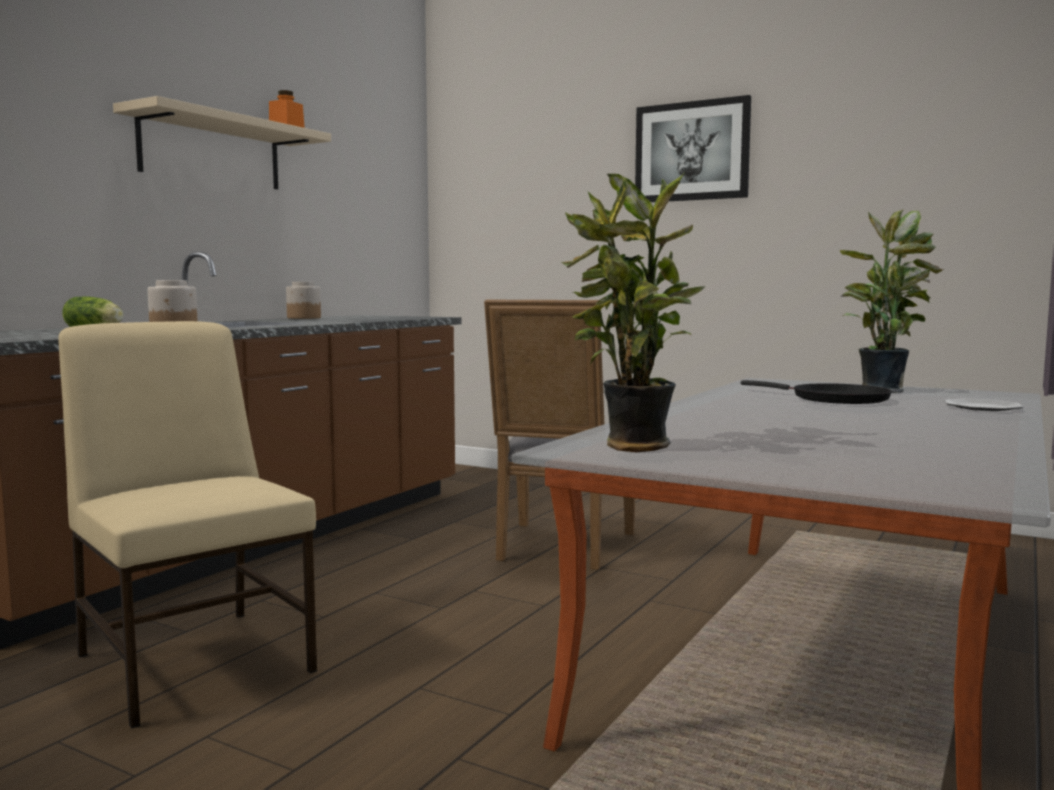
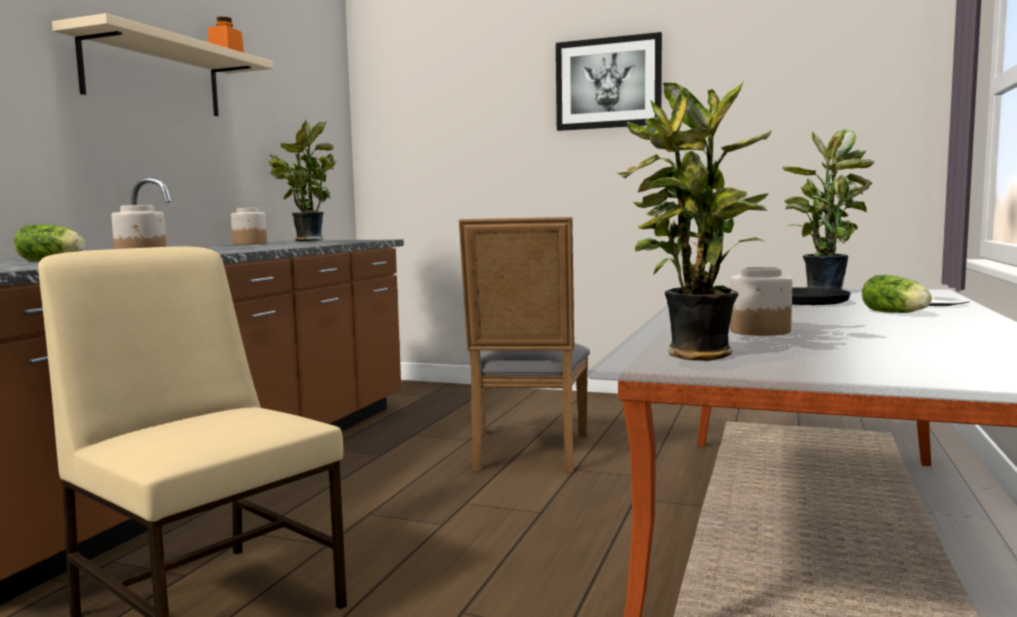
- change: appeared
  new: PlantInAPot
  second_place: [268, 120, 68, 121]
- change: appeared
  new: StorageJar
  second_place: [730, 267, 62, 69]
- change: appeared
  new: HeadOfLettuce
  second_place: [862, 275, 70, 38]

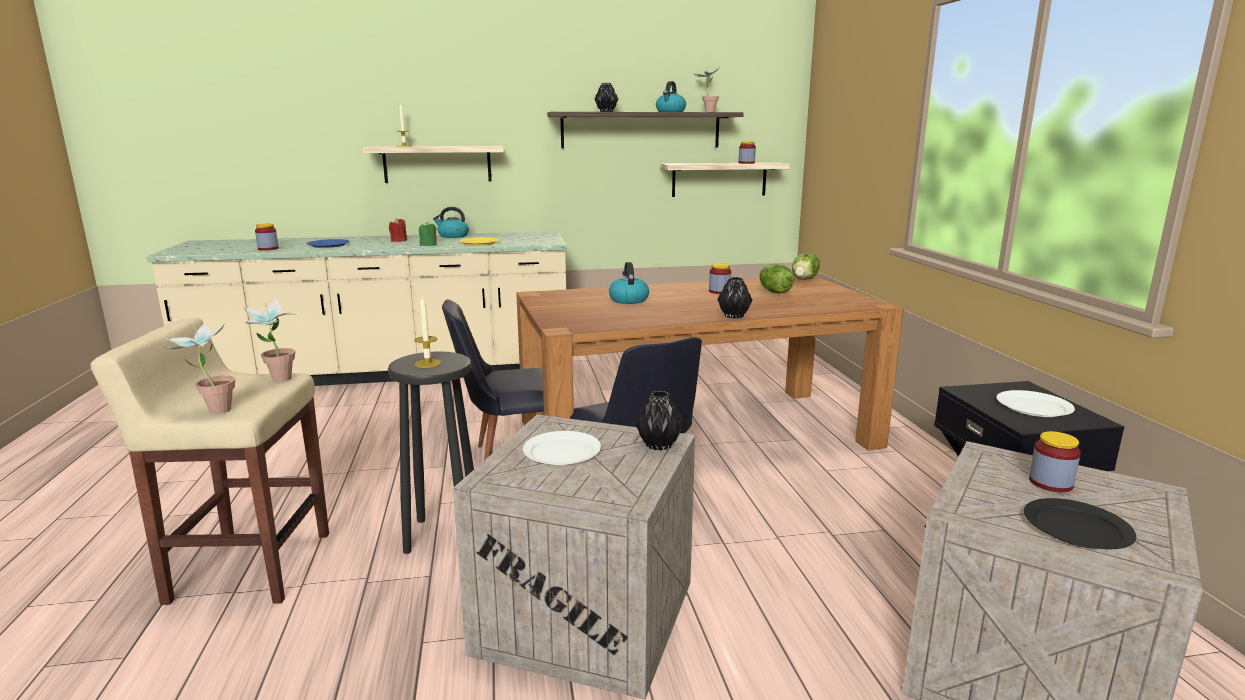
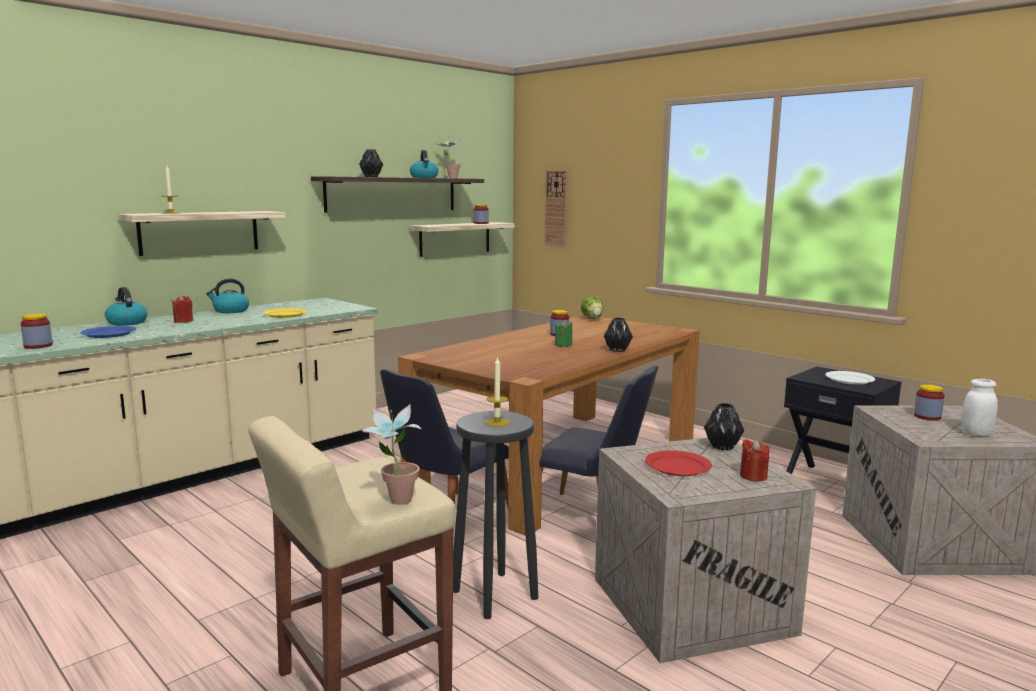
- change: missing
  old: PlantInAPot
  first_place: [244, 298, 53, 84]
- change: missing
  old: HeadOfLettuce
  first_place: [759, 264, 35, 29]
- change: appeared
  new: ClockOnTheWall
  second_place: [545, 170, 23, 77]
- change: appeared
  new: ReddishCandle
  second_place: [740, 439, 30, 43]
- change: relocated
  old: GreenCandle
  first_place: [419, 222, 18, 24]
  second_place: [555, 320, 17, 27]
- change: relocated
  old: WaterKettle
  first_place: [609, 262, 40, 42]
  second_place: [105, 287, 42, 39]
- change: exchanged
  old: BlackishDinnerPlate
  new: WhiteColouredStorageJar
  first_place: [1024, 498, 112, 51]
  second_place: [961, 379, 37, 57]
- change: colour
  old: WhiteColouredDinnerPlate
  new: ReddishDinnerPlate
  first_place: [523, 431, 78, 34]
  second_place: [645, 450, 67, 26]

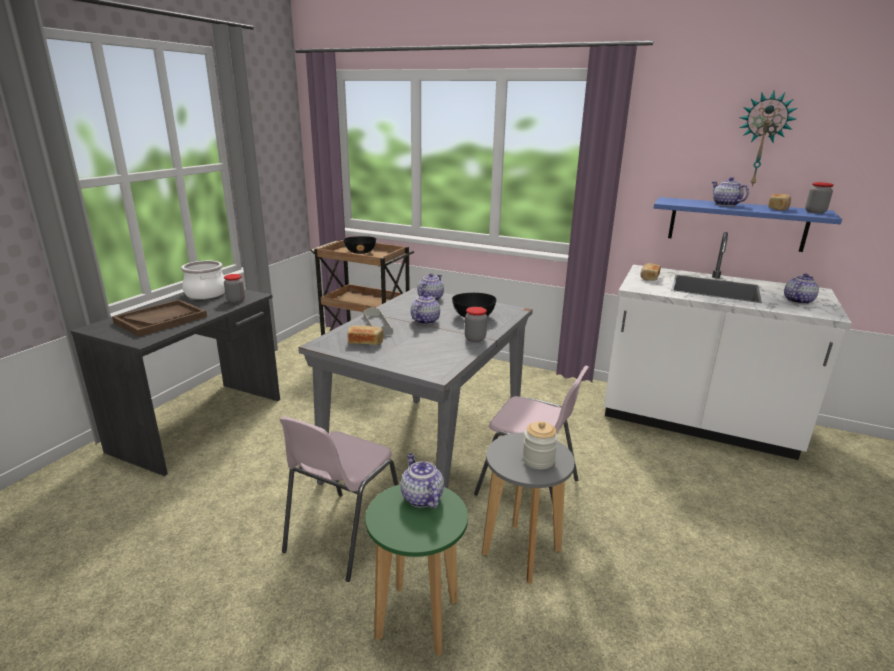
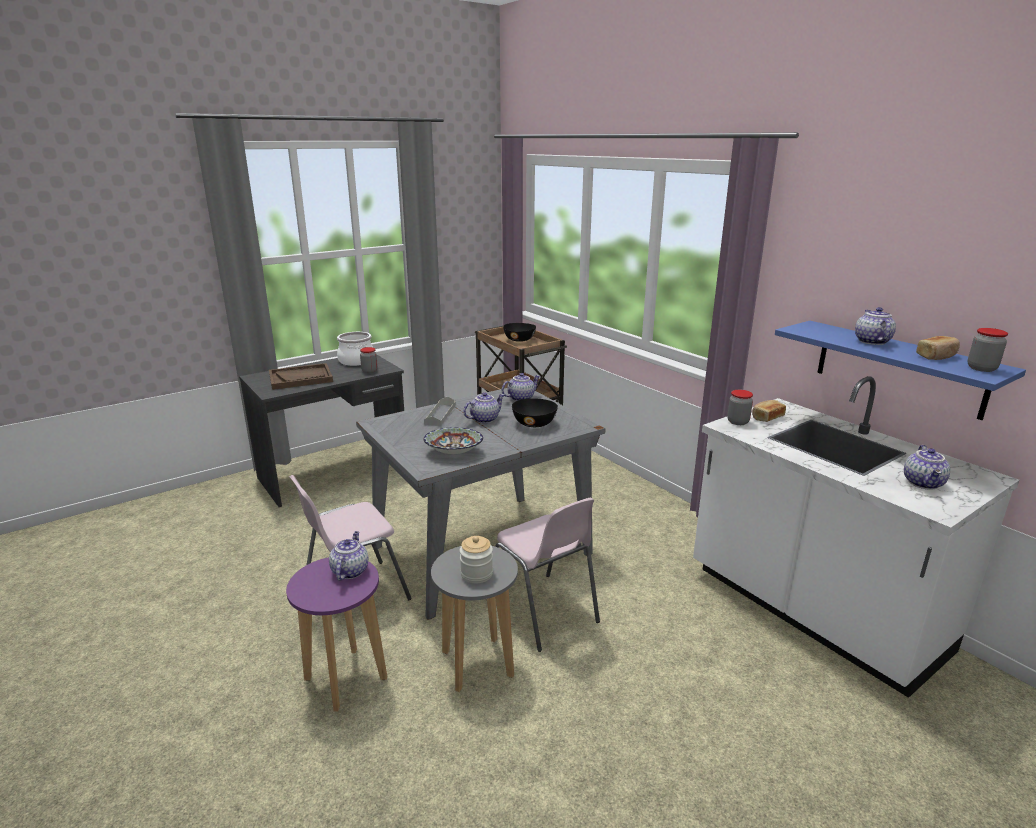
- change: missing
  old: BakedBread
  first_place: [347, 325, 36, 20]
- change: missing
  old: ClockOnTheWall
  first_place: [739, 91, 58, 96]
- change: appeared
  new: Bowl
  second_place: [424, 427, 59, 27]
- change: relocated
  old: StorageJar
  first_place: [465, 307, 22, 35]
  second_place: [727, 390, 26, 35]
- change: colour
  old: GreenStool
  new: PurplishStool
  first_place: [365, 484, 103, 172]
  second_place: [286, 557, 101, 155]
- change: spun
  old: PotForTea
  first_place: [784, 274, 35, 30]
  second_place: [904, 445, 46, 45]
  degrees: 120

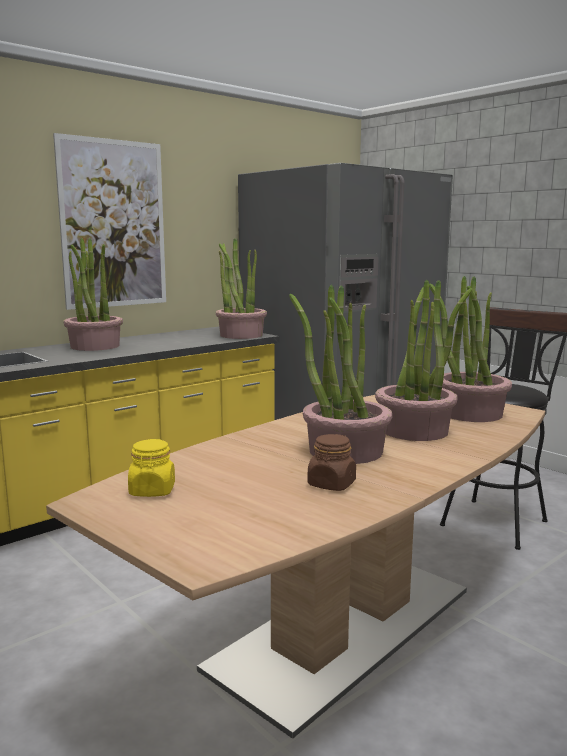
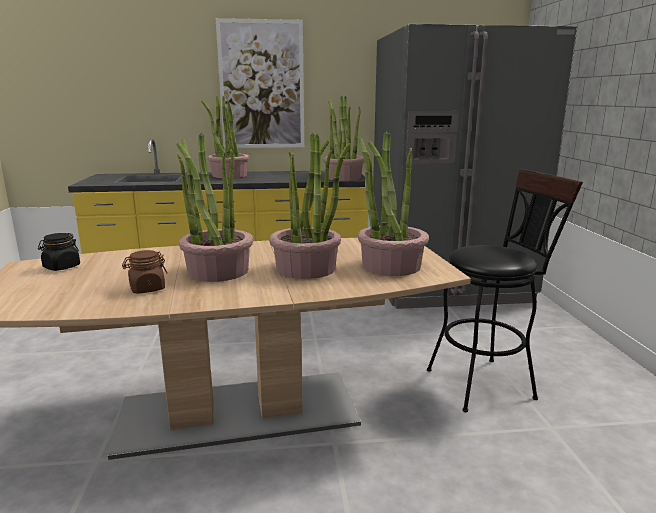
- change: colour
  old: YellowStorageJar
  new: BlackishStorageJar
  first_place: [128, 439, 47, 58]
  second_place: [38, 233, 42, 38]

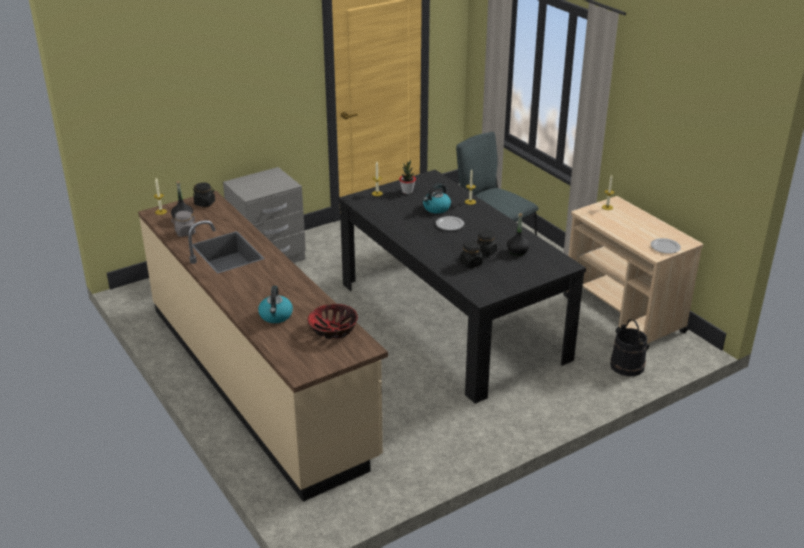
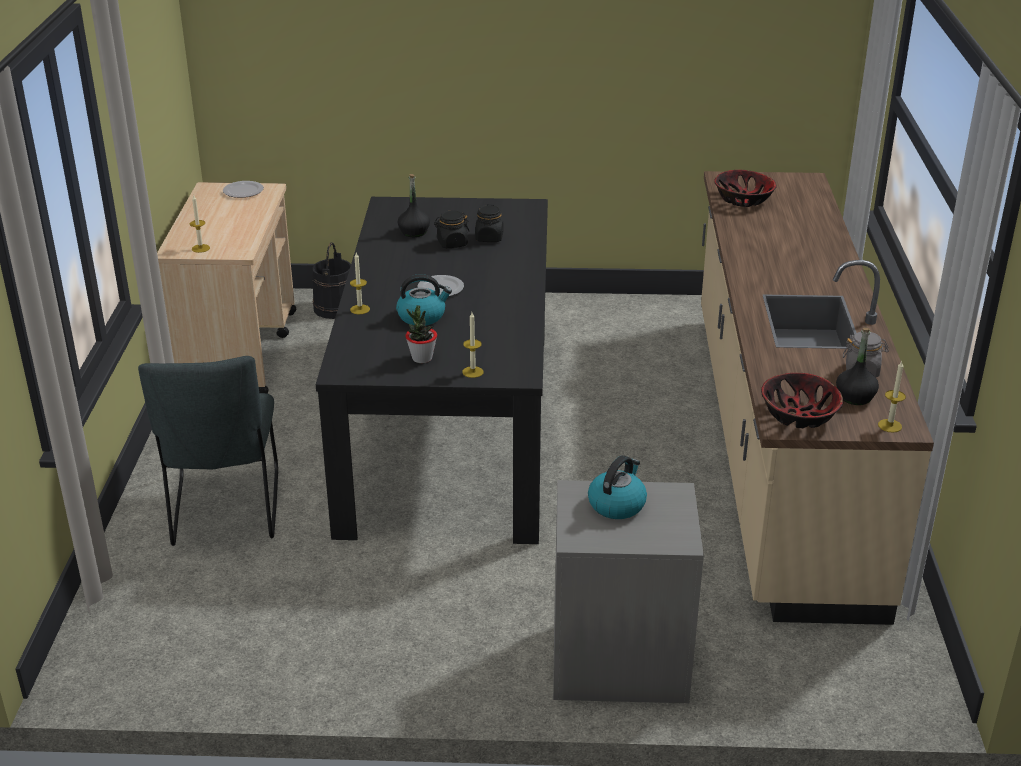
- change: relocated
  old: WaterKettle
  first_place: [258, 286, 35, 37]
  second_place: [588, 455, 59, 64]
- change: exchanged
  old: BlackishStorageJar
  new: Bowl
  first_place: [193, 182, 22, 25]
  second_place: [761, 373, 83, 55]

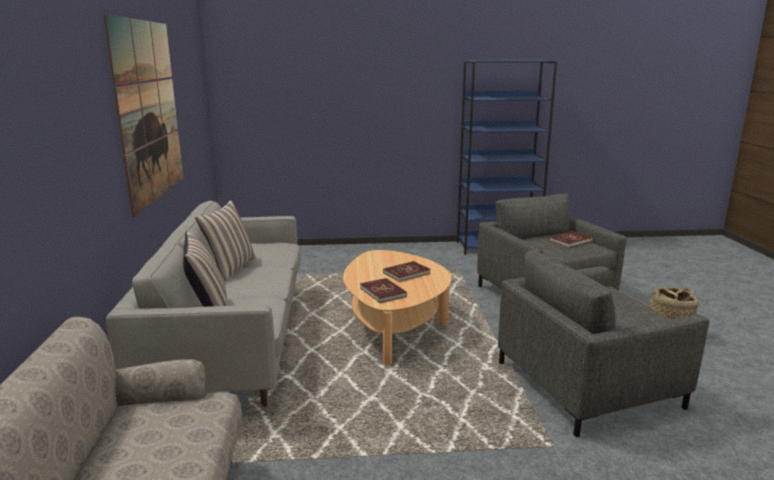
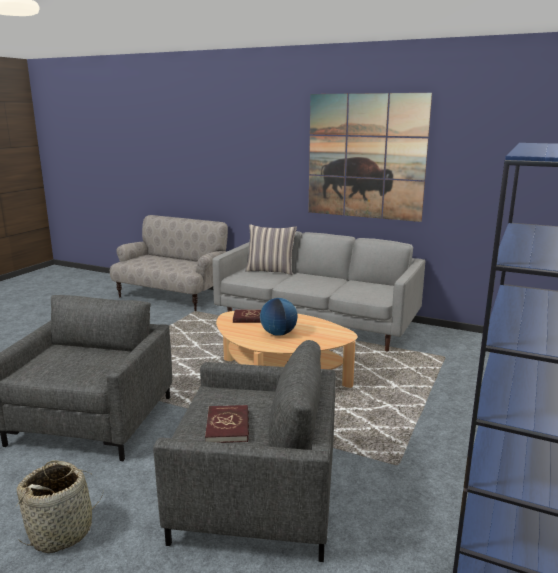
- change: missing
  old: Cushion
  first_place: [195, 200, 61, 81]
- change: exchanged
  old: ReddishVolume
  new: WorldGlobe
  first_place: [383, 261, 48, 21]
  second_place: [260, 298, 37, 38]

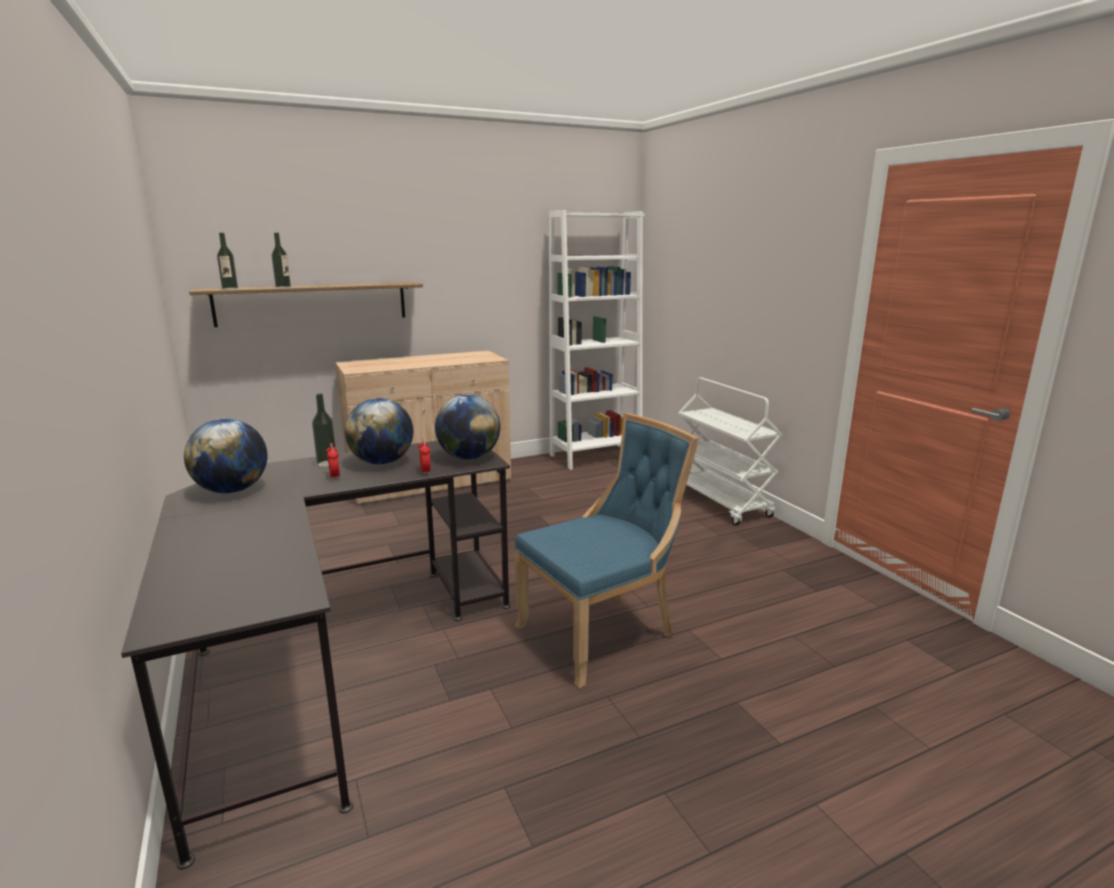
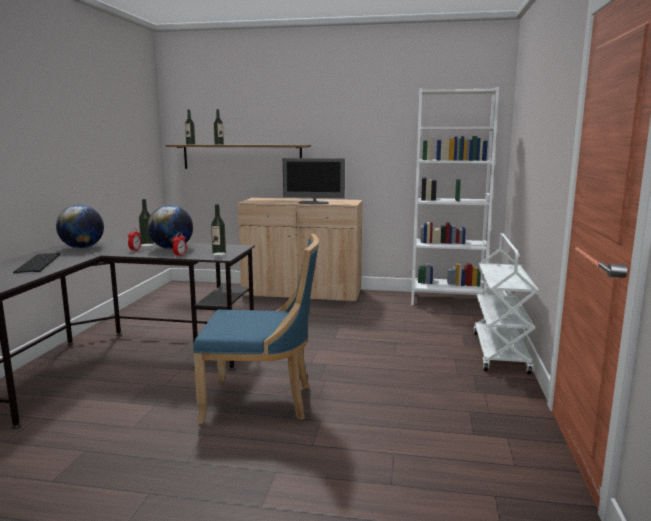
- change: appeared
  new: PcKeyboard
  second_place: [13, 253, 47, 20]
- change: appeared
  new: ComputerScreen
  second_place: [283, 158, 62, 46]
- change: exchanged
  old: WorldGlobe
  new: BeverageBottle
  first_place: [435, 395, 65, 65]
  second_place: [211, 204, 15, 51]

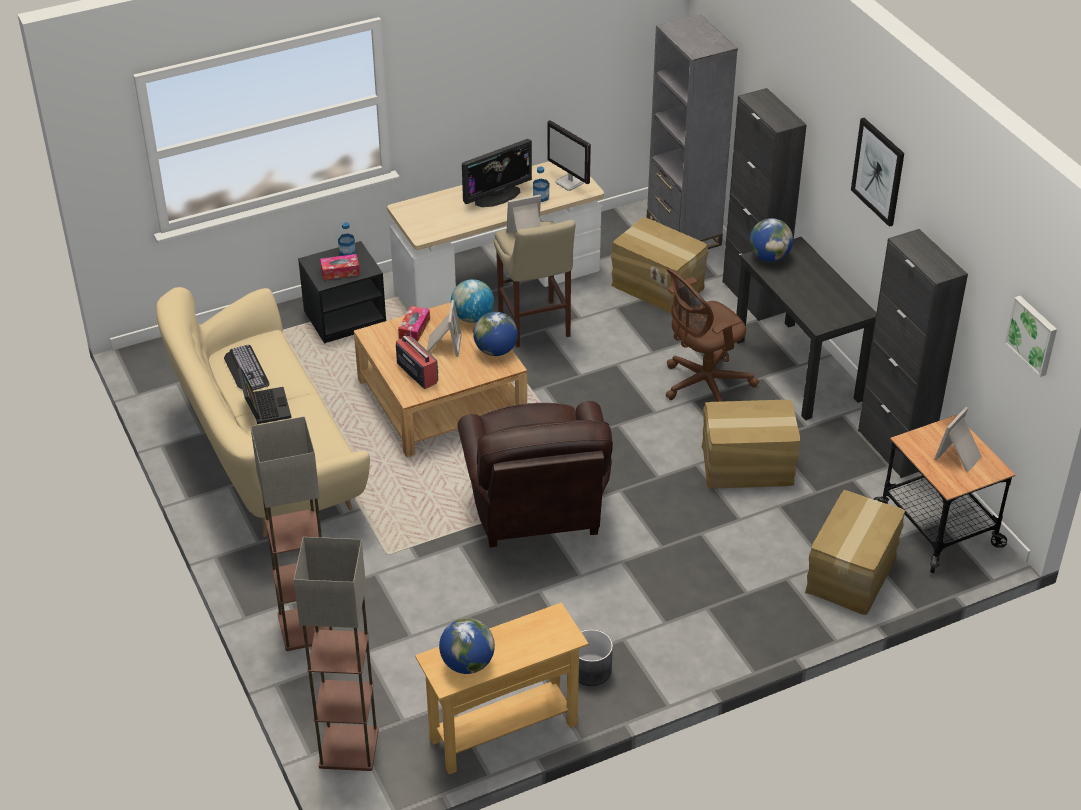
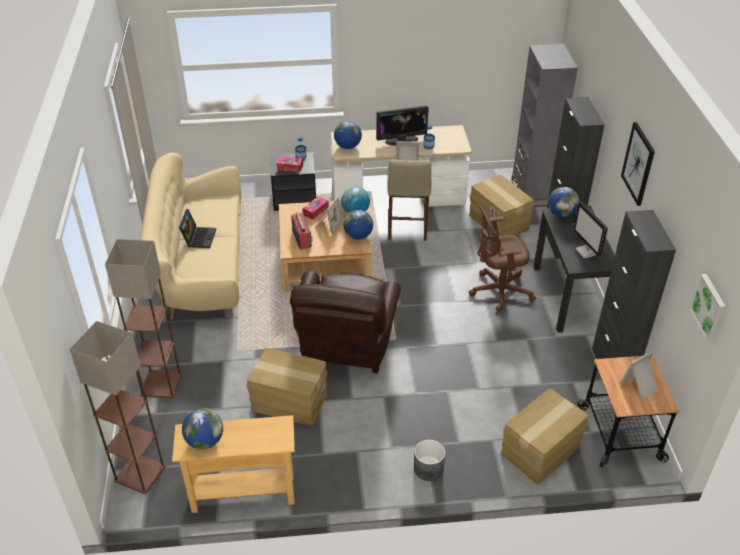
- change: missing
  old: PcKeyboard
  first_place: [224, 345, 46, 45]
- change: appeared
  new: WorldGlobe
  second_place: [334, 121, 28, 28]
- change: relocated
  old: ComputerScreen
  first_place: [547, 120, 44, 71]
  second_place: [573, 201, 35, 57]
- change: relocated
  old: GreyPlantPot
  first_place: [579, 629, 34, 57]
  second_place: [414, 440, 31, 41]
- change: relocated
  old: CardboardBox
  first_place: [702, 400, 98, 88]
  second_place: [246, 348, 81, 78]

